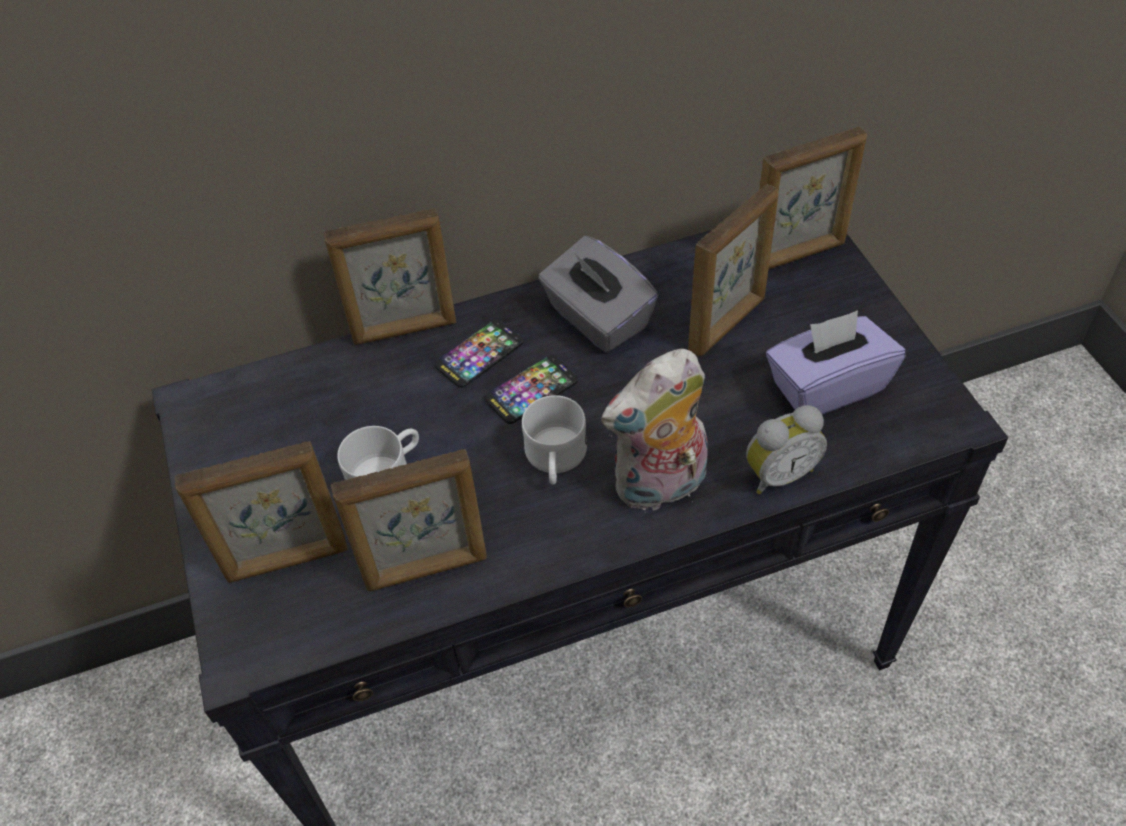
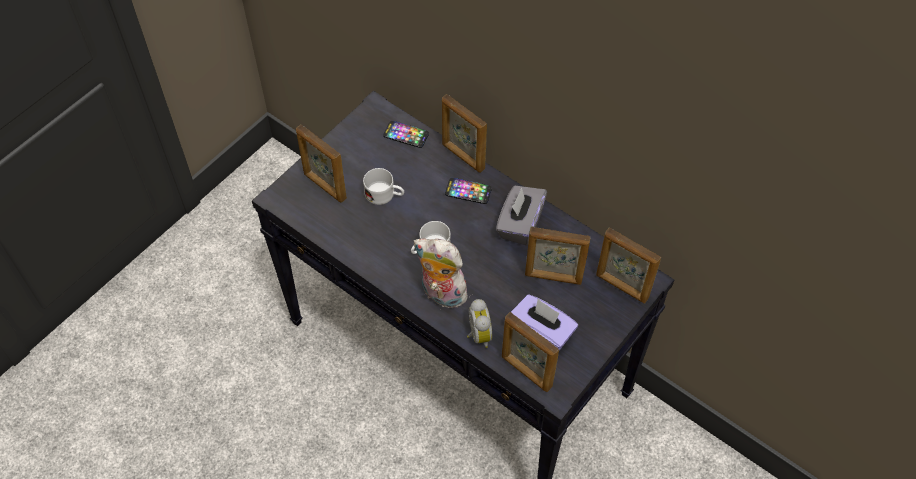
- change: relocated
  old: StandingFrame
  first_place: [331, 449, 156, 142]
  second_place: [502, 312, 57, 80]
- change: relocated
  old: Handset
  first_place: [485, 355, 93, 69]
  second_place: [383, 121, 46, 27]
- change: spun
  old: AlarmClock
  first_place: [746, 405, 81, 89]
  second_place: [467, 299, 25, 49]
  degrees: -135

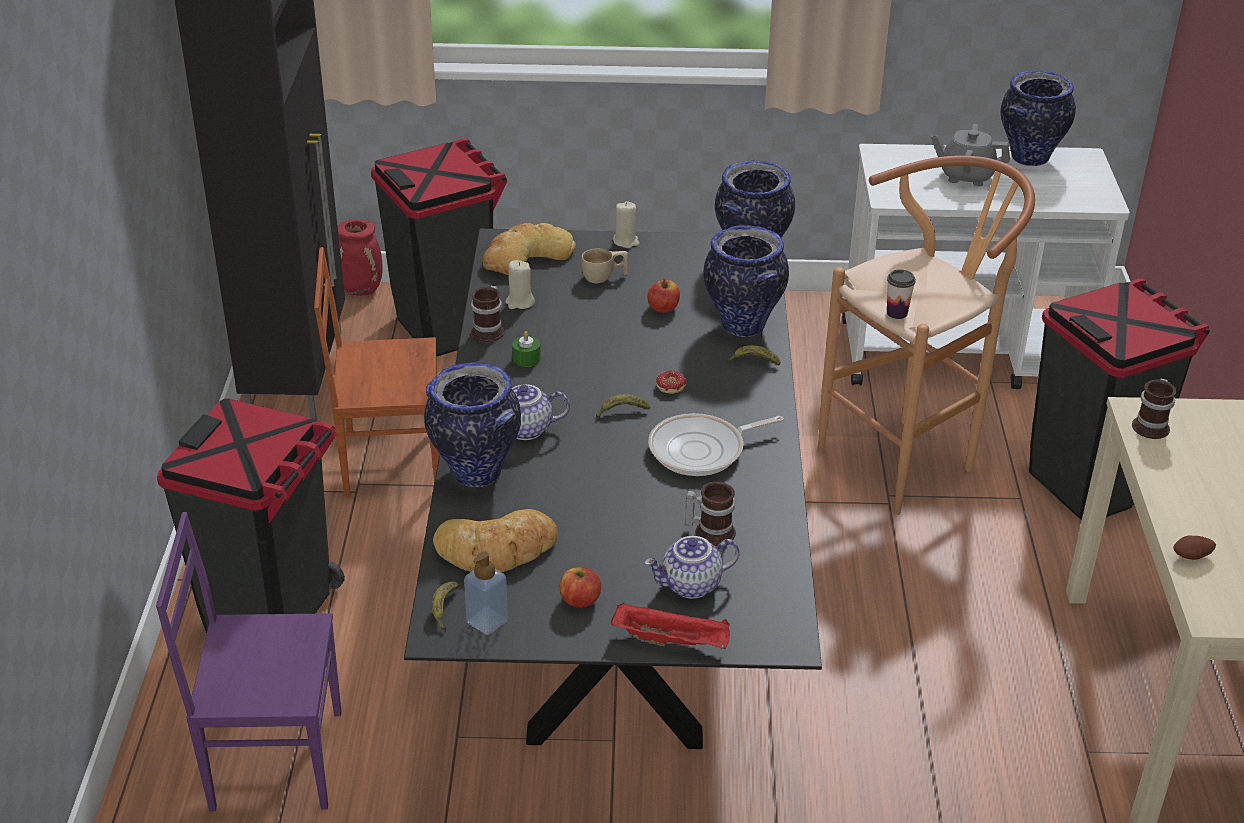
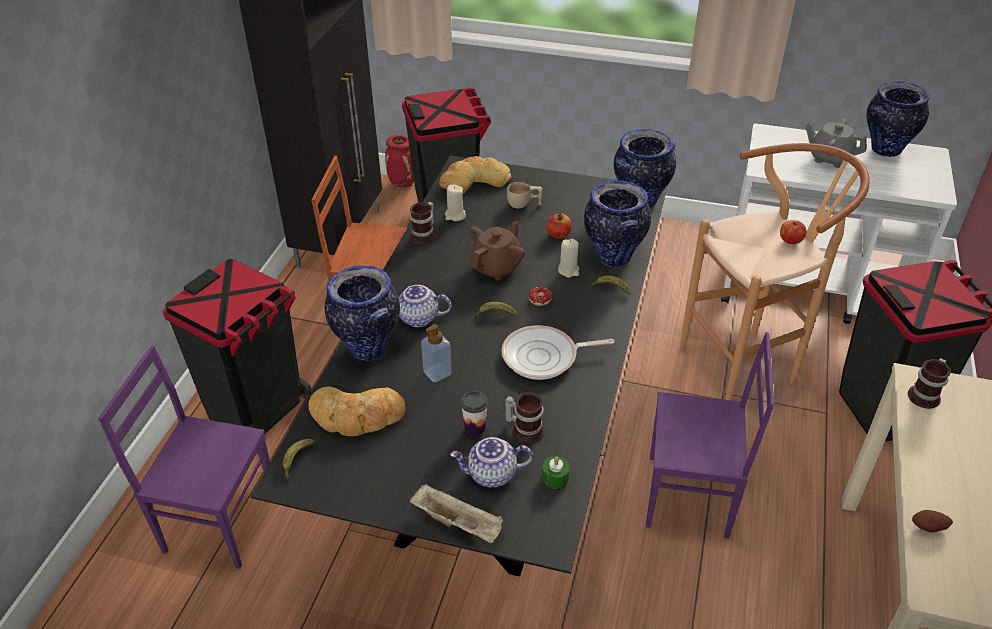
- change: appeared
  new: BrownColouredPotForTea
  second_place: [469, 221, 56, 60]
- change: appeared
  new: PurplishPlainChair
  second_place: [646, 332, 129, 207]
- change: relocated
  old: LiquidSoapBottle
  first_place: [464, 551, 44, 84]
  second_place: [421, 324, 31, 58]
- change: relocated
  old: GreenCandle
  first_place: [512, 331, 29, 36]
  second_place: [542, 456, 28, 33]
- change: relocated
  old: Apple
  first_place: [560, 567, 41, 40]
  second_place: [780, 220, 26, 24]
- change: relocated
  old: SandColouredCandle
  first_place: [613, 201, 27, 47]
  second_place: [558, 239, 21, 39]
- change: relocated
  old: Cup
  first_place: [887, 269, 29, 50]
  second_place: [460, 391, 28, 45]
- change: colour
  old: ReddishServingTray
  new: SandColouredServingTray
  first_place: [611, 602, 119, 47]
  second_place: [410, 484, 93, 59]

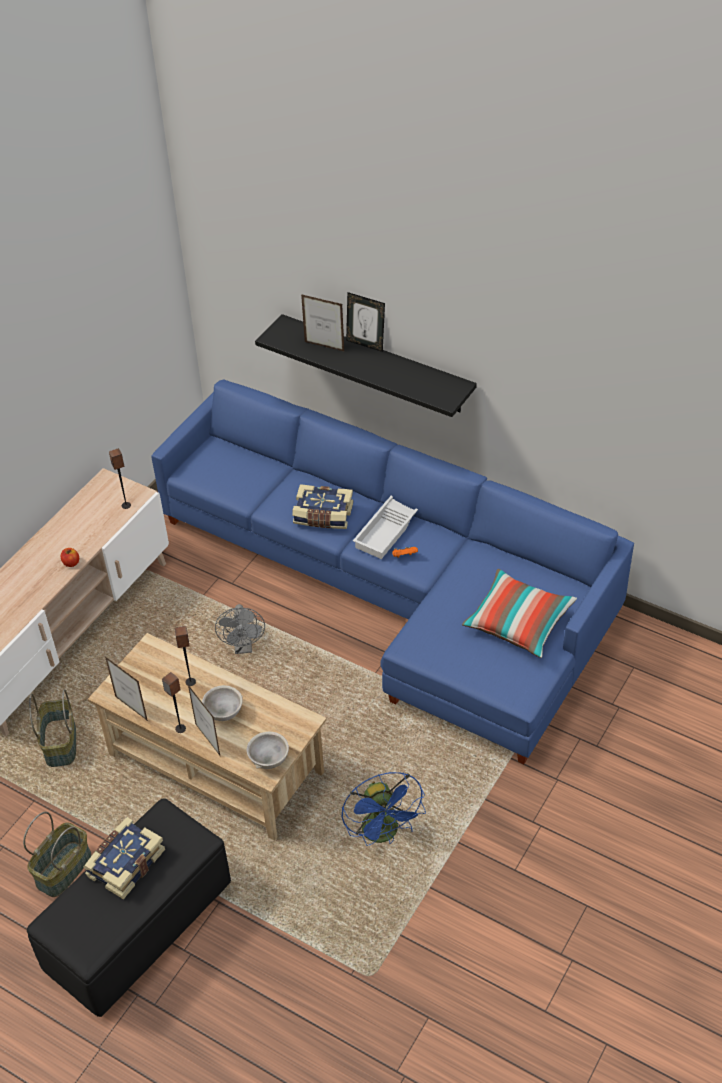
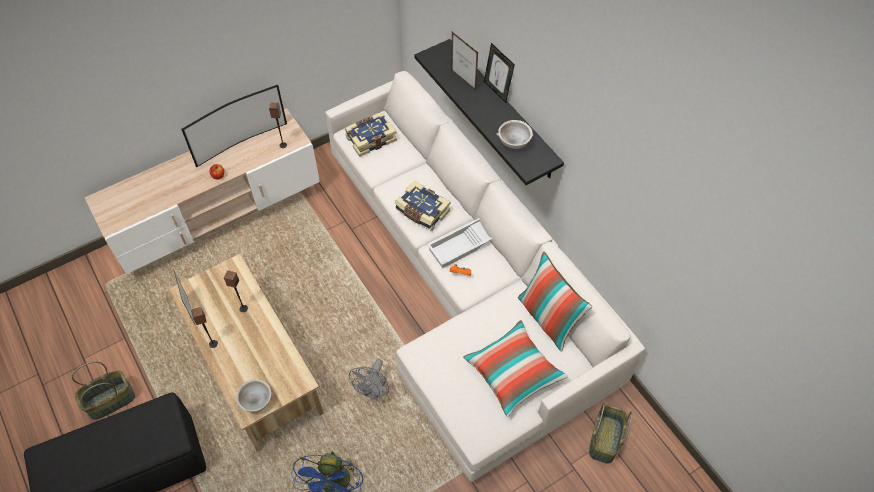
- change: missing
  old: StandingFrame
  first_place: [188, 685, 33, 72]
- change: appeared
  new: TvSet
  second_place: [181, 85, 106, 82]
- change: appeared
  new: Cushion
  second_place: [518, 252, 74, 100]
- change: relocated
  old: HouseholdBasket
  first_place: [29, 689, 47, 78]
  second_place: [589, 403, 43, 61]
- change: relocated
  old: Volume
  first_place: [83, 817, 82, 83]
  second_place: [345, 112, 52, 45]
- change: relocated
  old: GreyBowl
  first_place: [202, 685, 41, 36]
  second_place: [496, 120, 37, 29]
- change: relocated
  old: GreyElectricFan
  first_place: [215, 604, 50, 50]
  second_place: [349, 359, 40, 41]
- change: colour
  old: BluishSettee
  new: WhiteColouredSettee
  first_place: [151, 380, 483, 384]
  second_place: [325, 71, 320, 411]

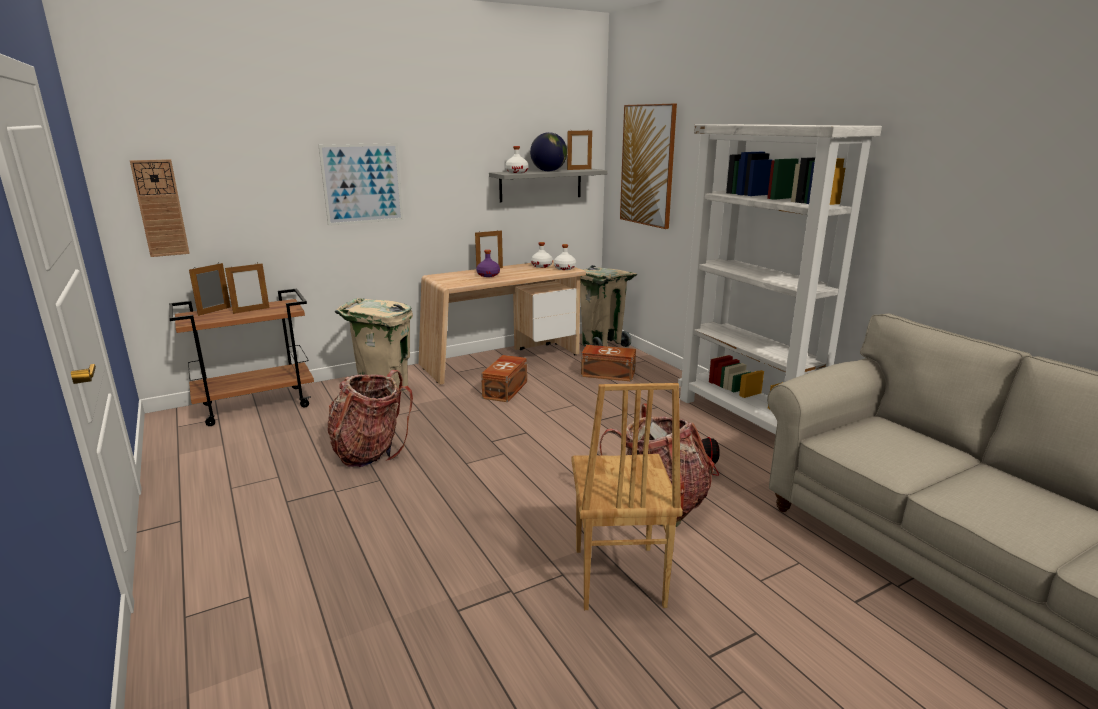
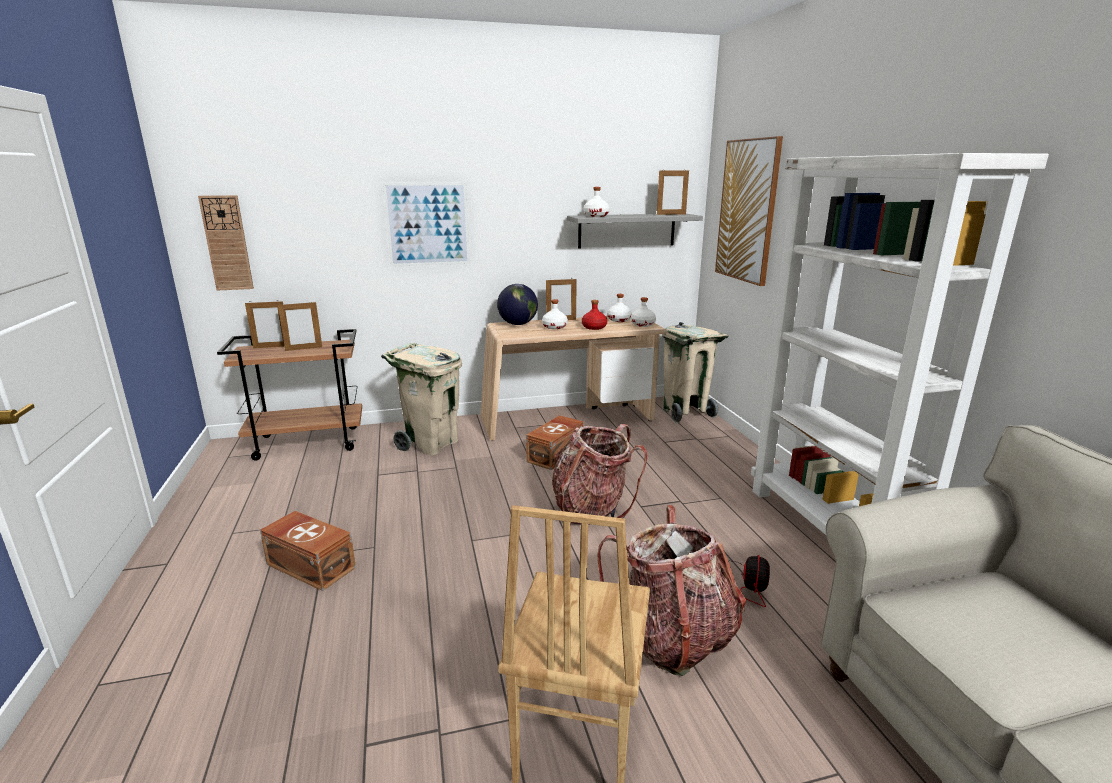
- change: appeared
  new: ReddishBeverageBottle
  second_place: [582, 300, 25, 30]
- change: relocated
  old: Rucksack
  first_place: [328, 370, 85, 97]
  second_place: [552, 424, 95, 101]
- change: relocated
  old: WorldGlobe
  first_place: [530, 132, 37, 39]
  second_place: [497, 284, 41, 41]
- change: relocated
  old: BrownColouredStorageContainer
  first_place: [581, 345, 55, 37]
  second_place: [260, 511, 96, 80]
- change: colour
  old: PurplishBeverageBottle
  new: WhiteColouredBeverageBottle
  first_place: [476, 250, 24, 27]
  second_place: [542, 299, 26, 30]
- change: spun
  old: StandingFrame
  first_place: [189, 263, 42, 53]
  second_place: [245, 301, 40, 47]
  degrees: -150

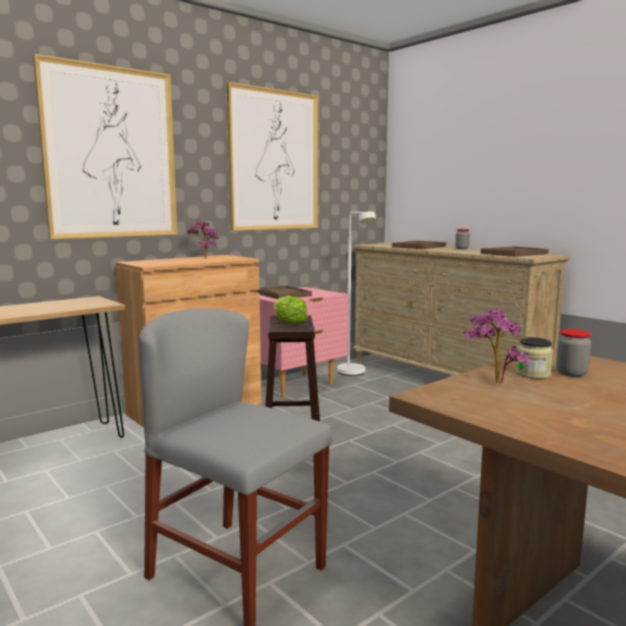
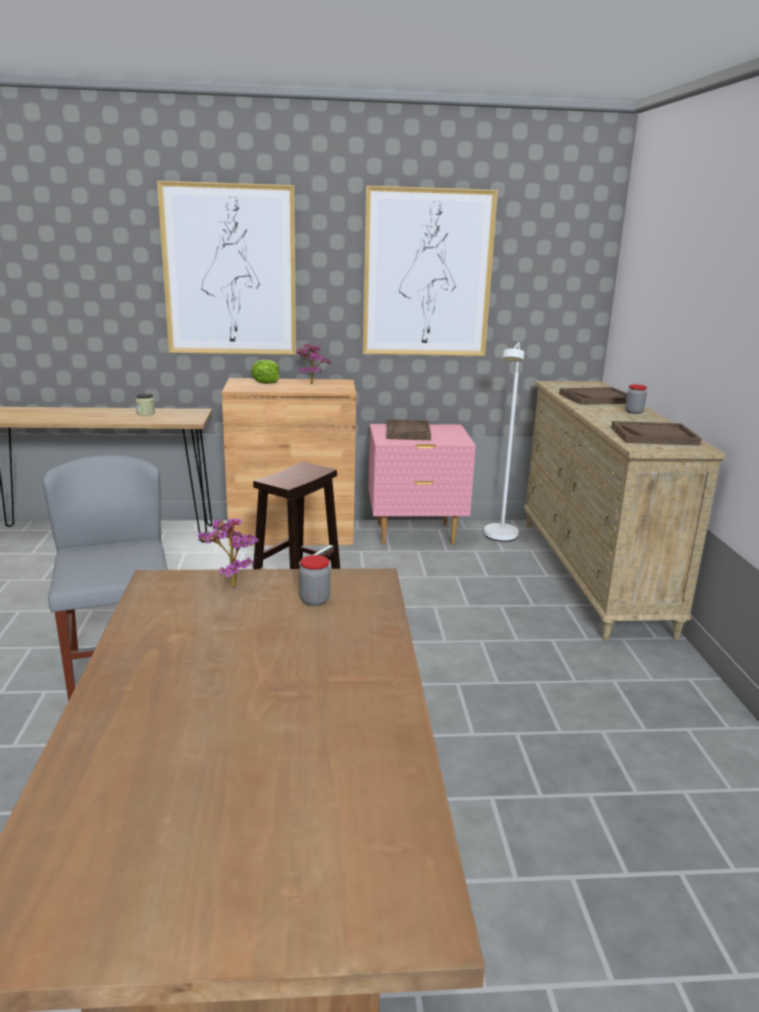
- change: relocated
  old: HeadOfLettuce
  first_place: [274, 296, 34, 28]
  second_place: [251, 359, 29, 25]
- change: relocated
  old: StorageJar
  first_place: [516, 337, 37, 42]
  second_place: [135, 393, 20, 23]

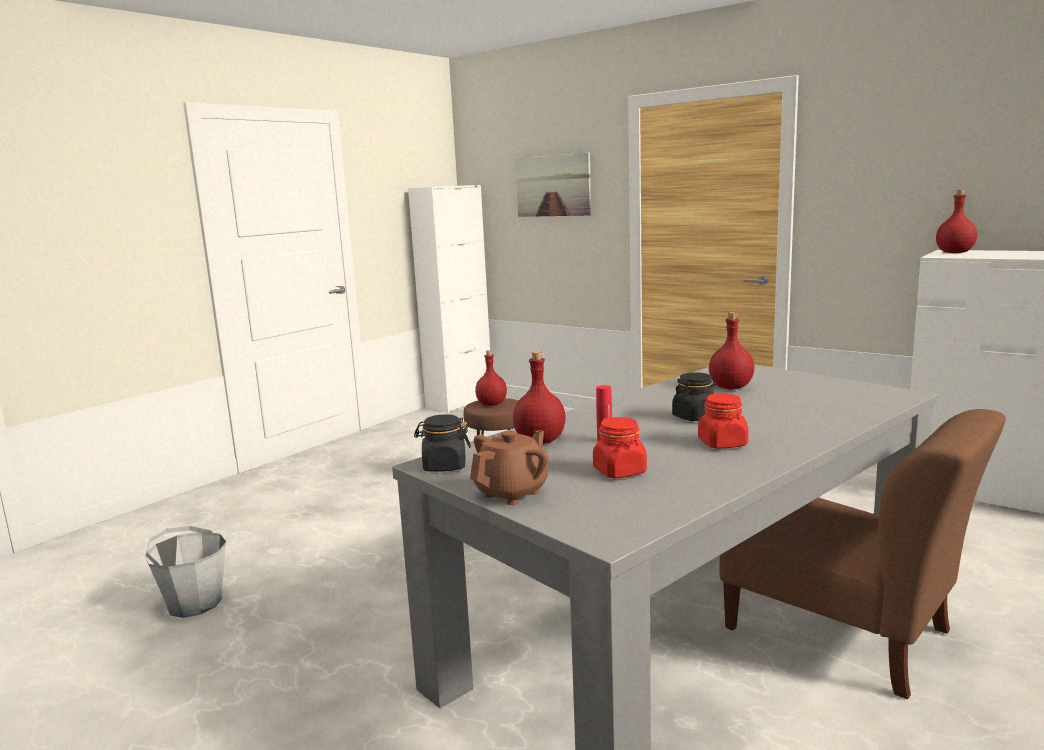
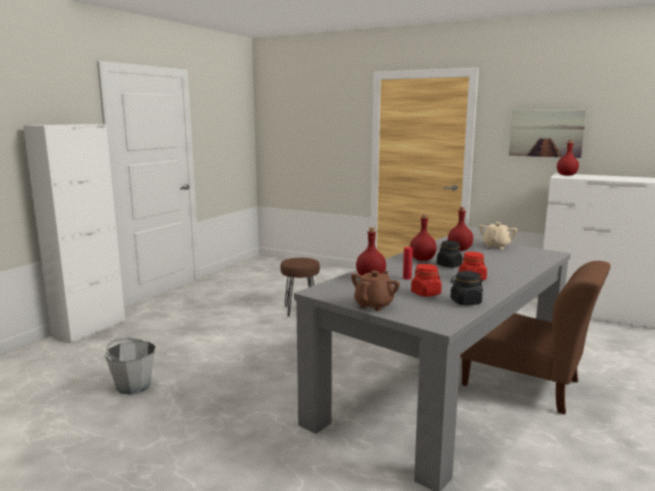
- change: appeared
  new: SandColouredPotForTea
  second_place: [479, 222, 38, 27]
- change: relocated
  old: WhiteColouredCabinet
  first_place: [408, 185, 82, 228]
  second_place: [23, 124, 102, 220]
- change: relocated
  old: BlackishStorageJar
  first_place: [414, 414, 57, 58]
  second_place: [450, 271, 33, 34]
- change: relocated
  old: ReddishBeverageBottle
  first_place: [475, 350, 32, 56]
  second_place: [410, 214, 27, 47]
- change: relocated
  old: Picture
  first_place: [515, 153, 76, 64]
  second_place: [509, 110, 78, 48]

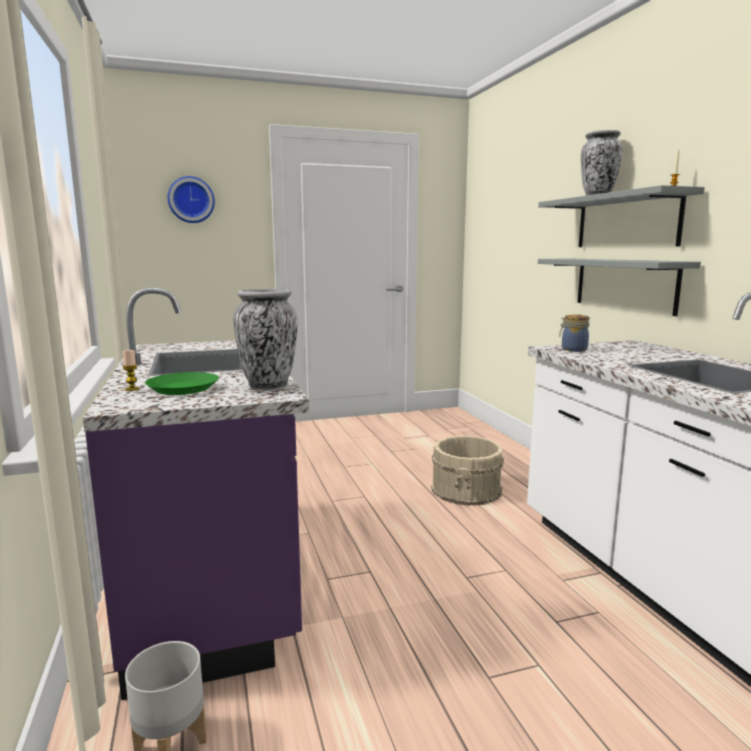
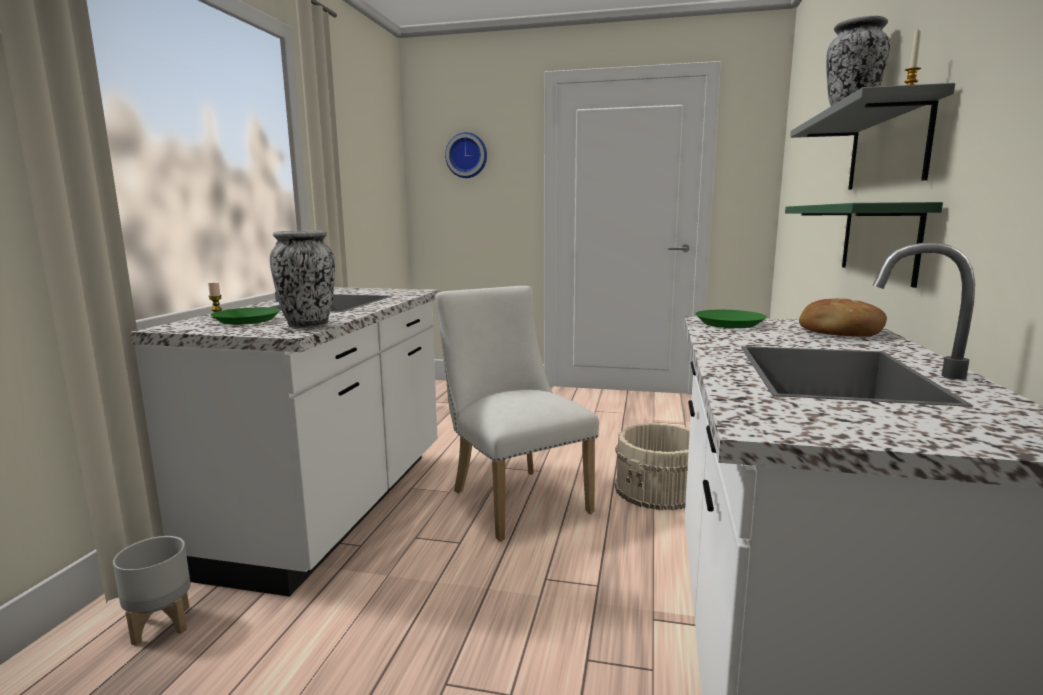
- change: appeared
  new: WhiteColouredPlainChair
  second_place: [435, 286, 164, 255]
- change: appeared
  new: BakedBread
  second_place: [799, 299, 88, 38]
- change: exchanged
  old: StorageJar
  new: GreenDinnerPlate
  first_place: [559, 314, 31, 38]
  second_place: [695, 310, 72, 18]
- change: colour
  old: PurplishKitchenBaseUnit
  new: WhiteColouredKitchenBaseUnit
  first_place: [83, 288, 226, 412]
  second_place: [130, 240, 310, 357]
- change: colour
  old: GreyWallShelf
  new: GreenWallShelf
  first_place: [538, 259, 163, 57]
  second_place: [785, 202, 158, 86]

